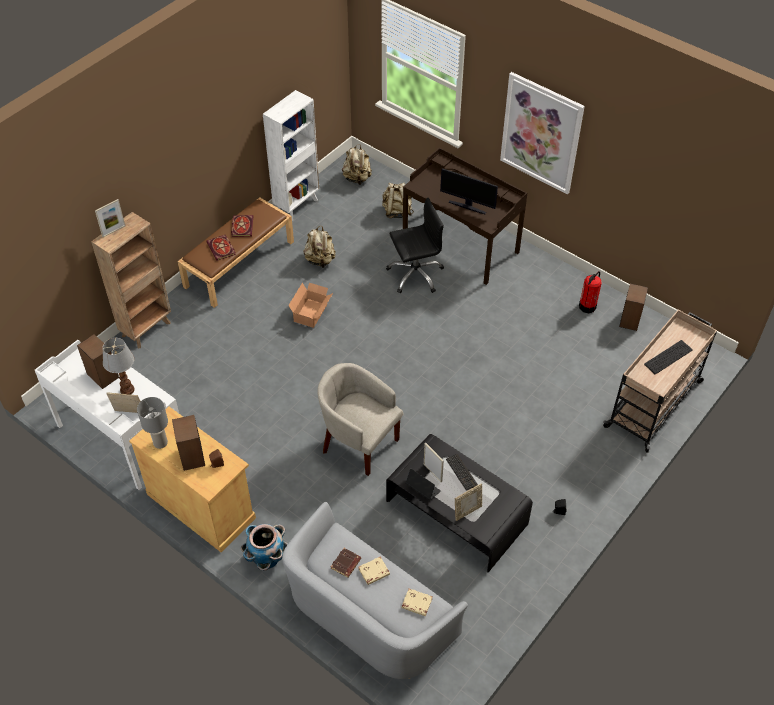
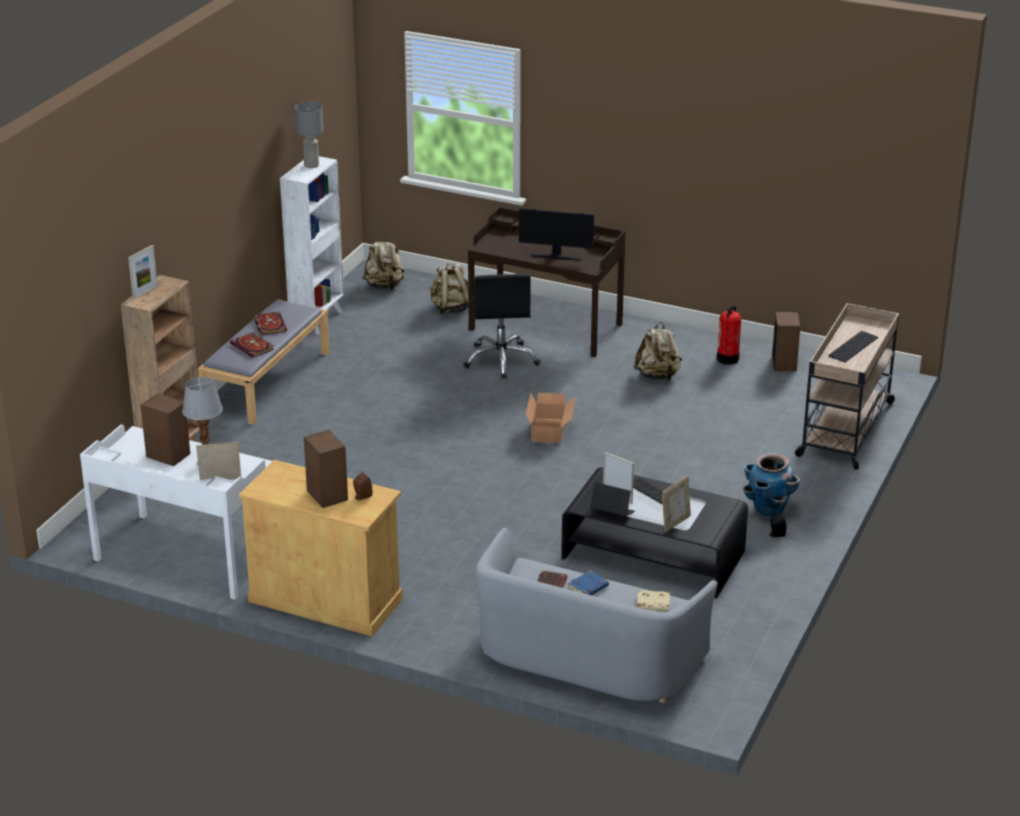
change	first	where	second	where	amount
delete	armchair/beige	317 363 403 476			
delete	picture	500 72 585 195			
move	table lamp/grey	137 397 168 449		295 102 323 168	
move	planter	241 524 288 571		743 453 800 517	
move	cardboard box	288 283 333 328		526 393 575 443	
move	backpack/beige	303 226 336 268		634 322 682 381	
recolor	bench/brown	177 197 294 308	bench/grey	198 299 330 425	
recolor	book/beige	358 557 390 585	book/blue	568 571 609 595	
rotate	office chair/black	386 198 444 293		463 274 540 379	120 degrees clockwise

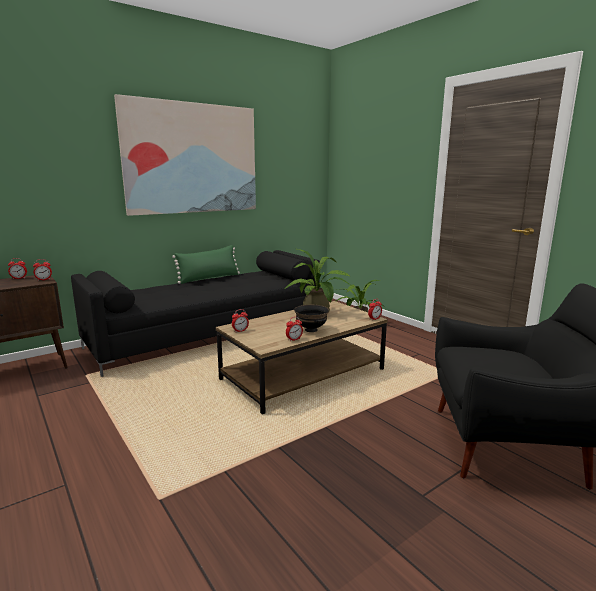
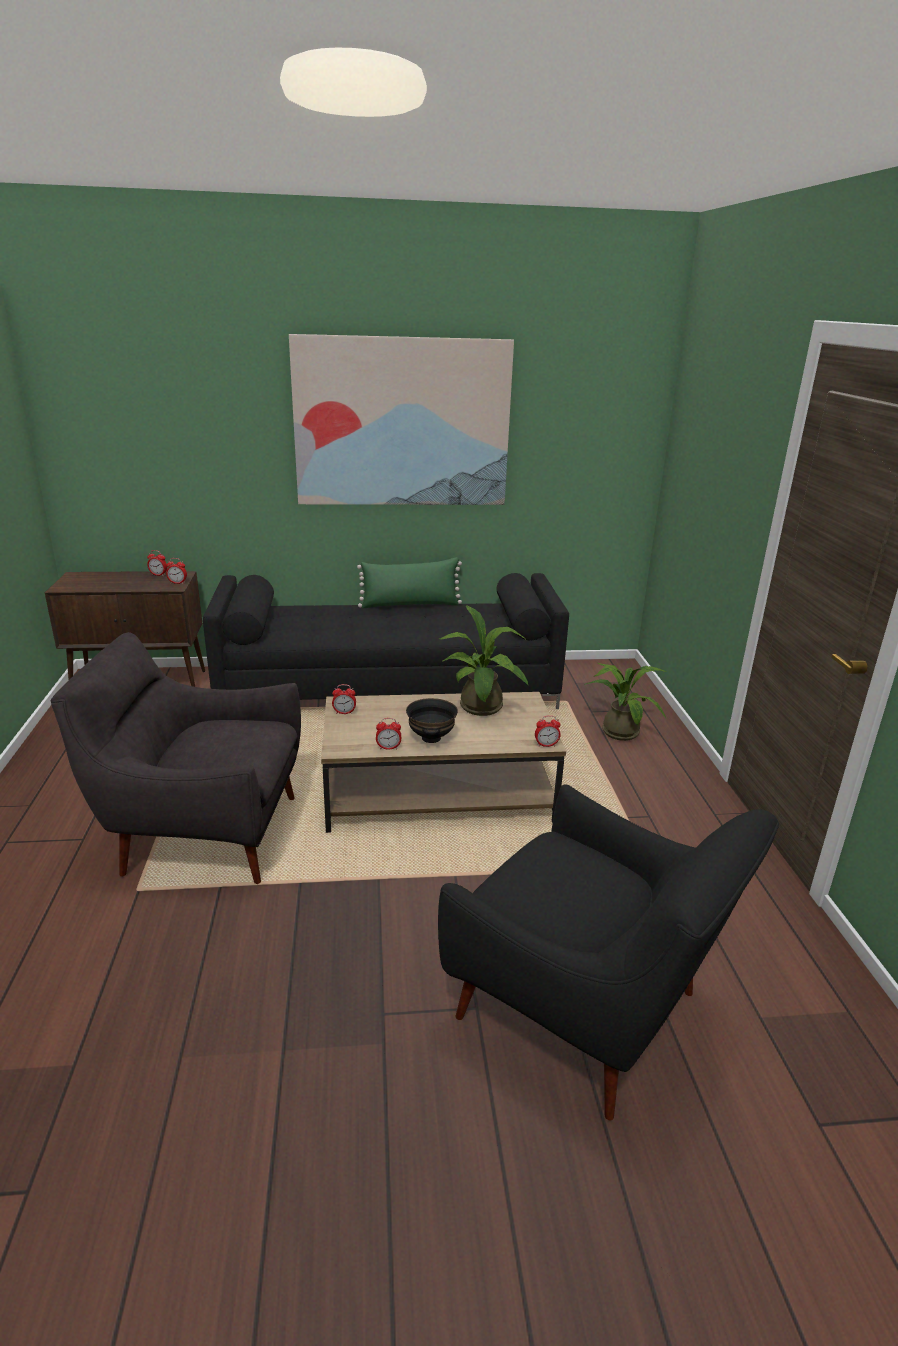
change	first	where	second	where	amount
insert			armchair/grey	50 632 301 884	

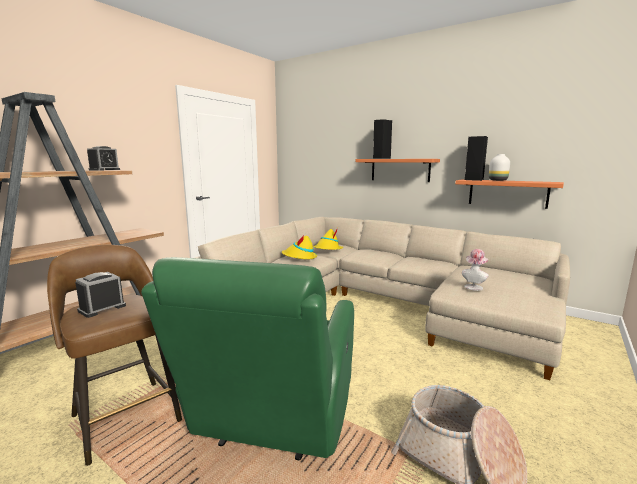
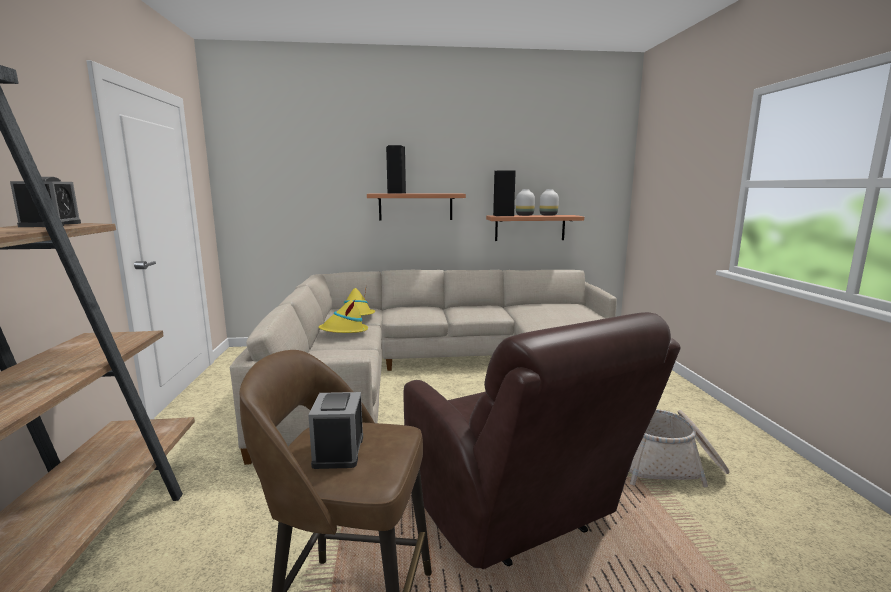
change	first	where	second	where	amount
delete	hat	462 249 489 291			
insert			vase/white	540 189 559 216	
recolor	armchair/green	141 257 354 460	armchair/brown	403 312 681 569	

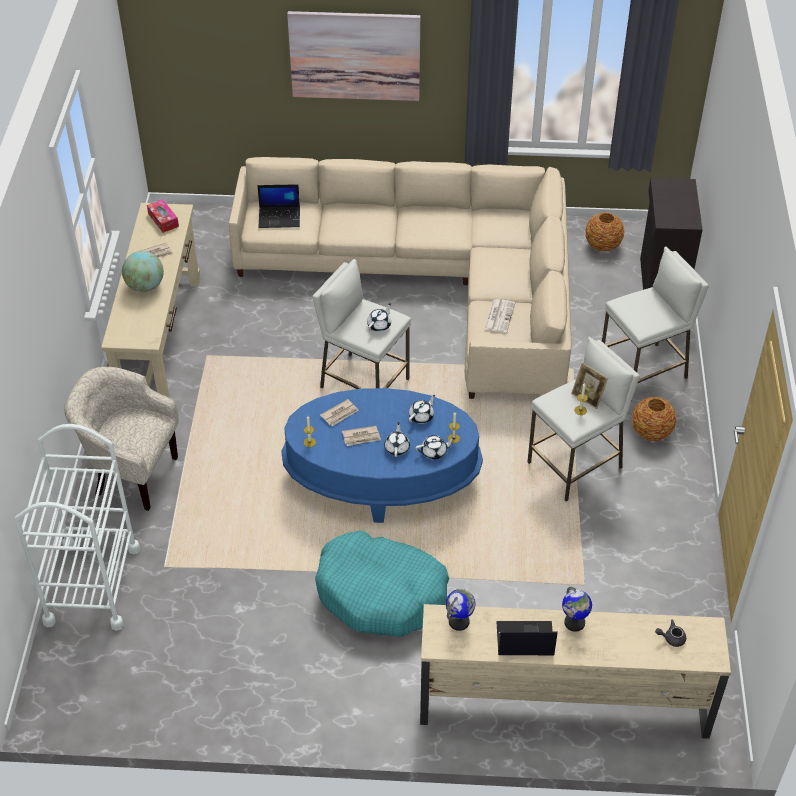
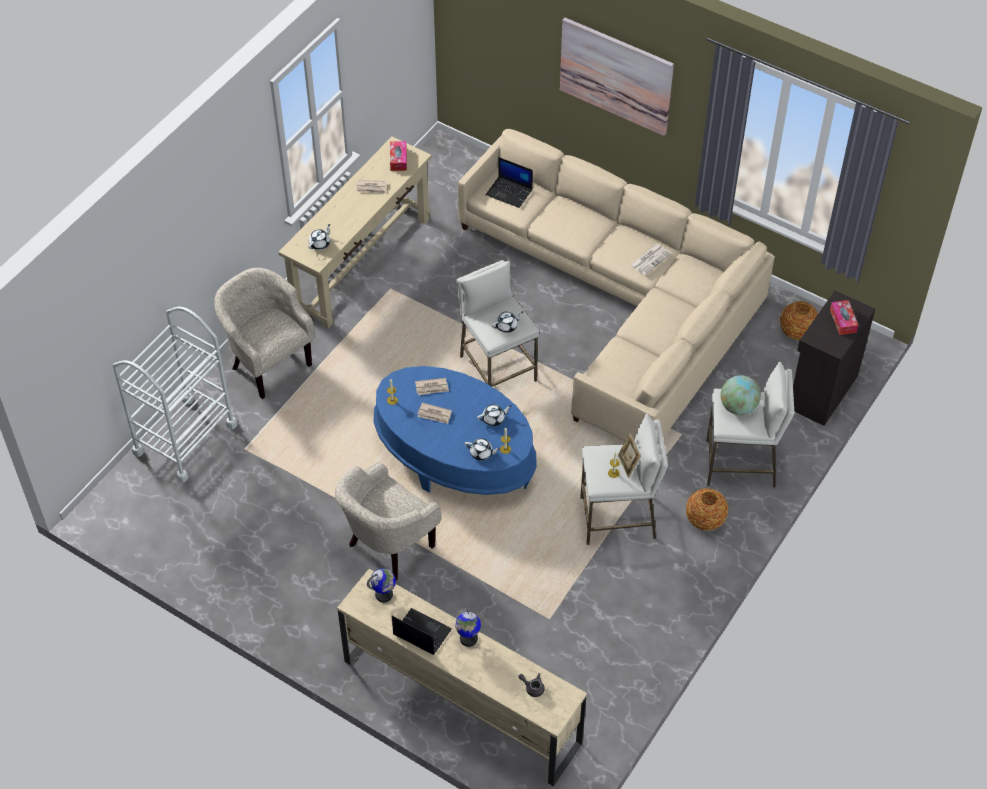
change	first	where	second	where	amount
insert			tissue box	830 300 858 335	
move	globe	122 251 164 292		721 375 761 415	
move	teapot/white	384 422 410 457		309 224 330 250	
move	newspaper	484 299 515 333		630 244 672 275	
replace	dog bed/turquoise	315 531 449 637	armchair/beige	335 462 441 580	

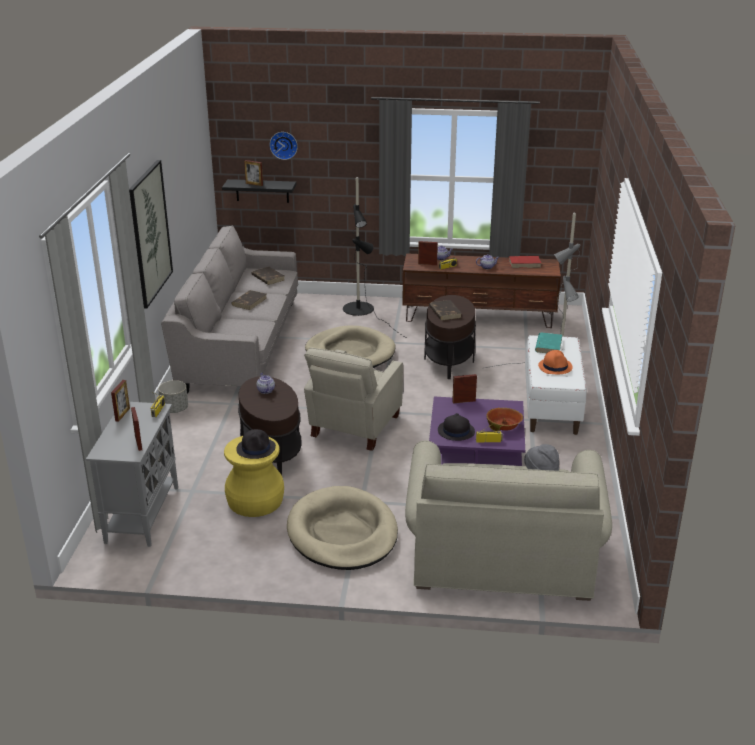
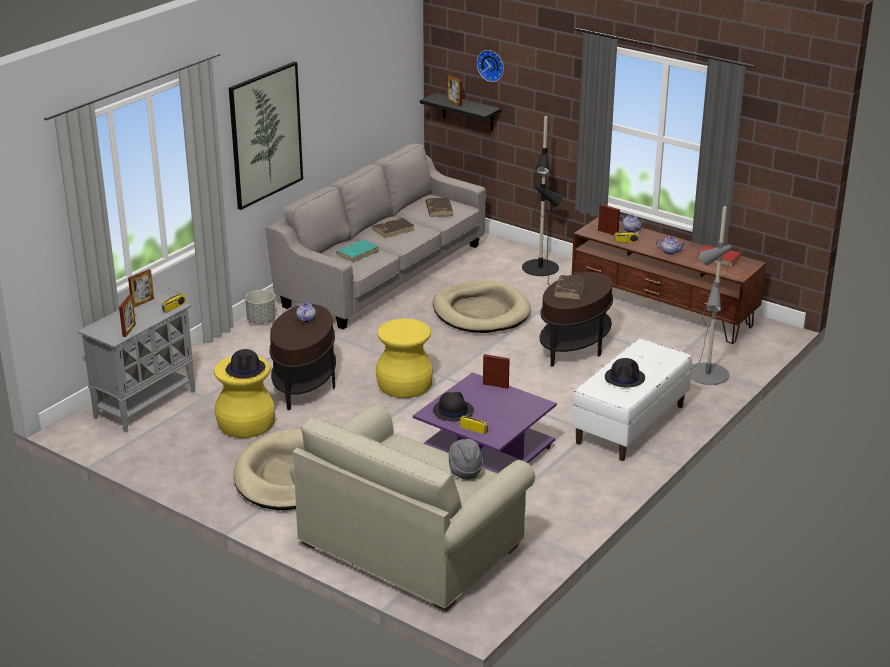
change	first	where	second	where	amount
delete	bowl	487 407 523 431			
move	book/turquoise	535 332 562 353		336 240 379 263	
replace	armchair/beige	304 347 403 451	stool/yellow	376 319 433 398	
recolor	hat/orange	538 350 573 374	hat/black	605 358 645 387	

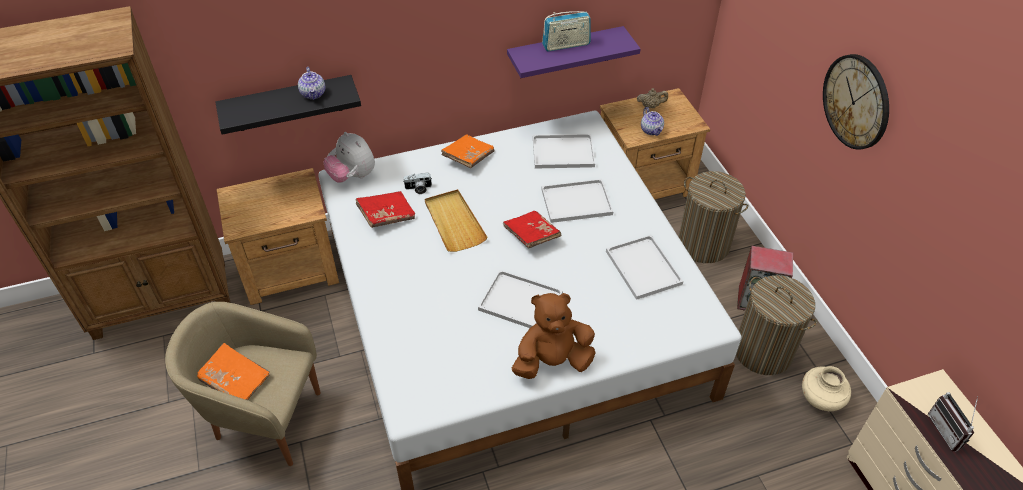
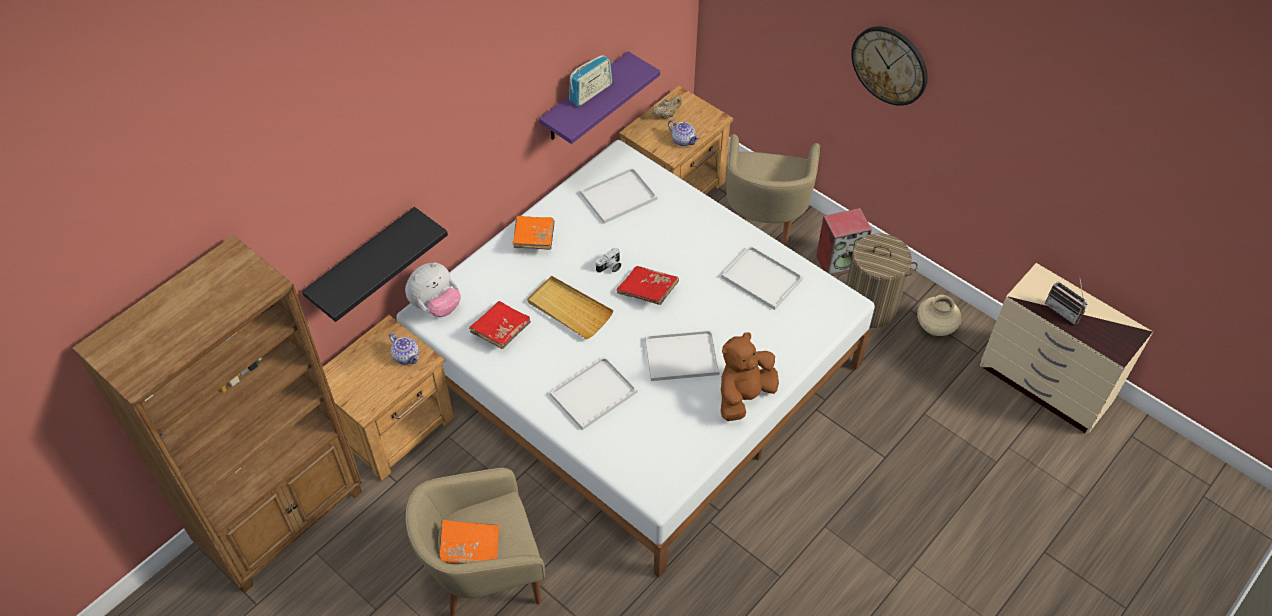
change	first	where	second	where	amount
move	teapot	298 67 325 100		389 333 419 365	
move	photo camera	404 173 432 194		595 248 621 273	
move	tray/white	541 179 613 223		550 356 637 430	
replace	laundry basket	679 171 749 263	armchair/beige	726 134 820 247	
rotate	plush toy	324 132 375 183		405 262 461 317	60 degrees counterclockwise

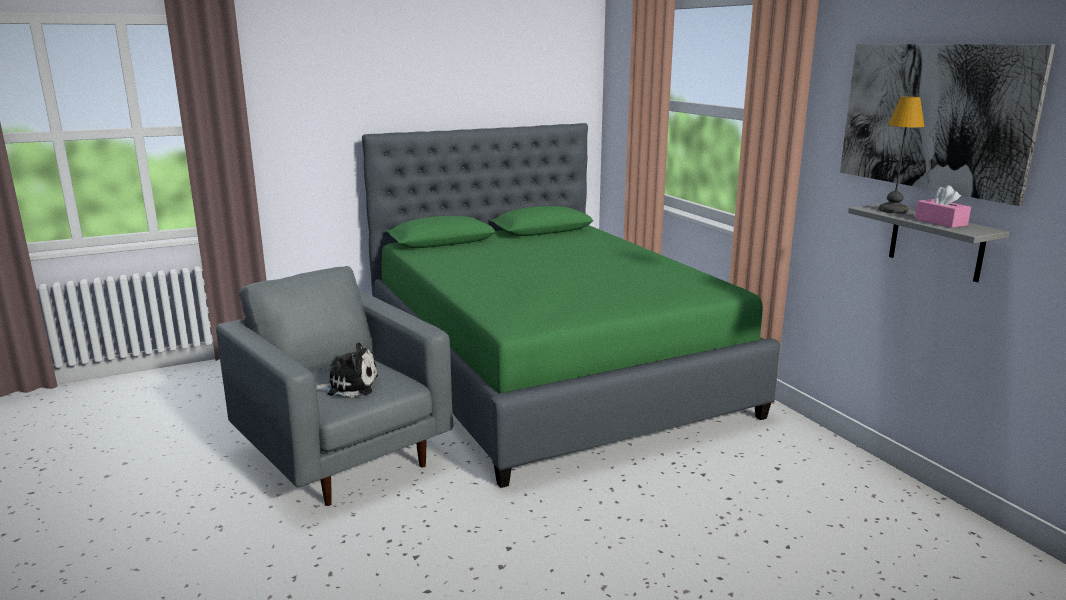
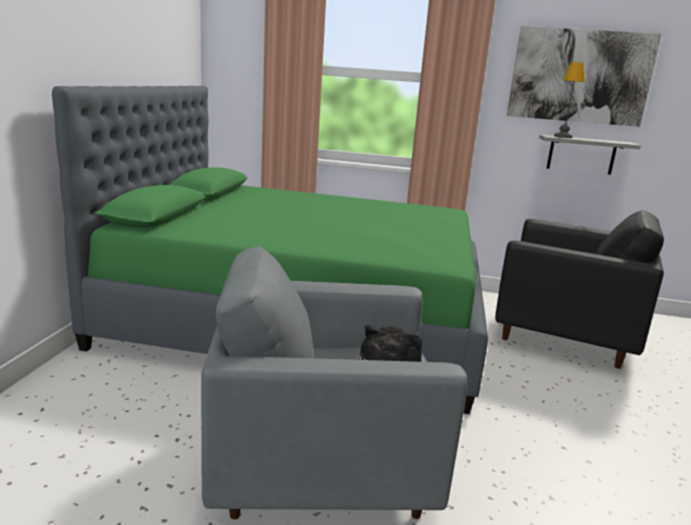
change	first	where	second	where	amount
delete	tissue box/pink	915 185 971 228			
insert			armchair/black	495 210 664 369	

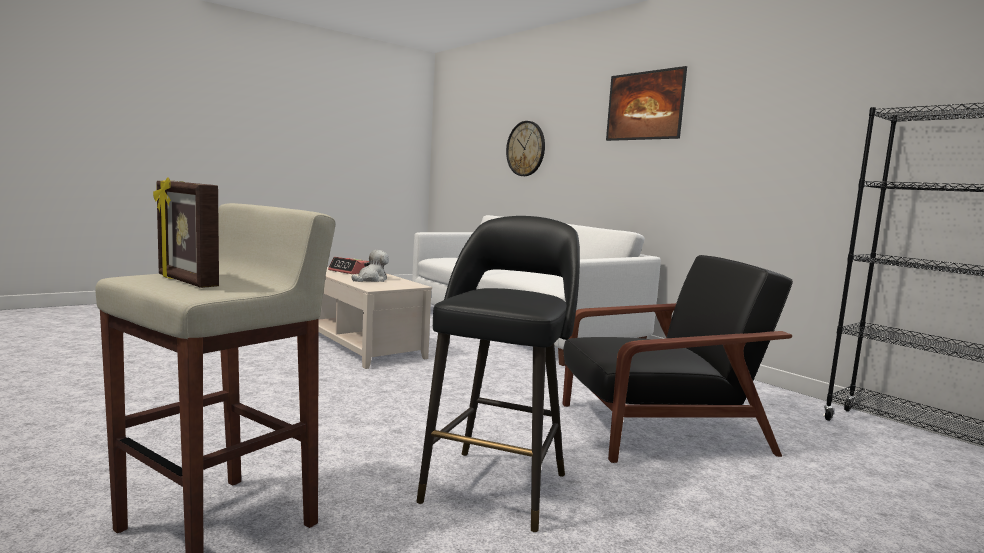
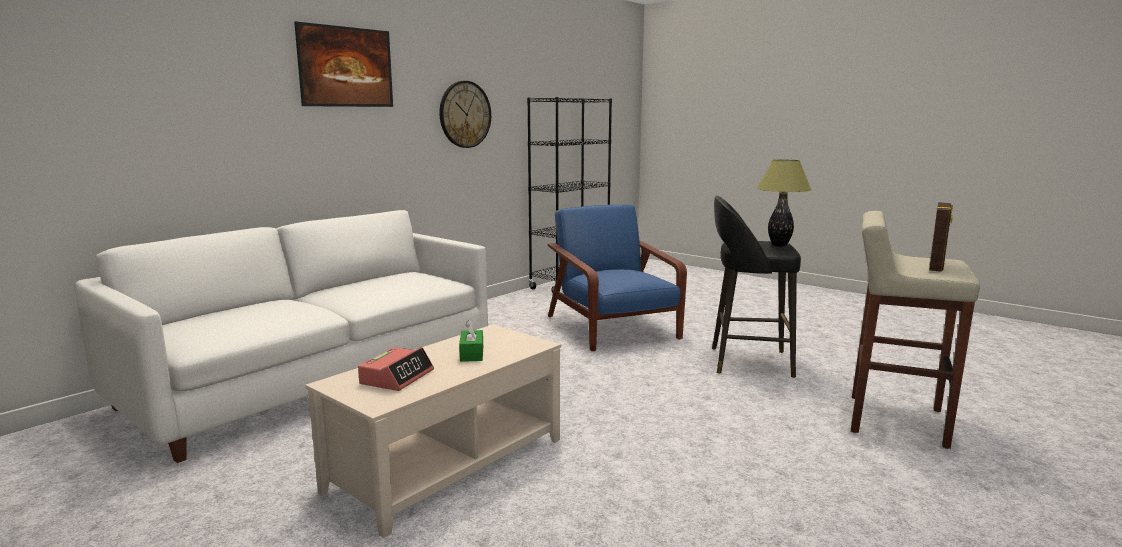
change	first	where	second	where	amount
insert			table lamp	757 159 811 247	
move	wall clock	506 121 545 176		439 81 491 148	
replace	plush toy	351 250 389 282	tissue box/green	459 320 483 362	
recolor	armchair/black	562 255 793 463	armchair/blue	547 205 687 351	

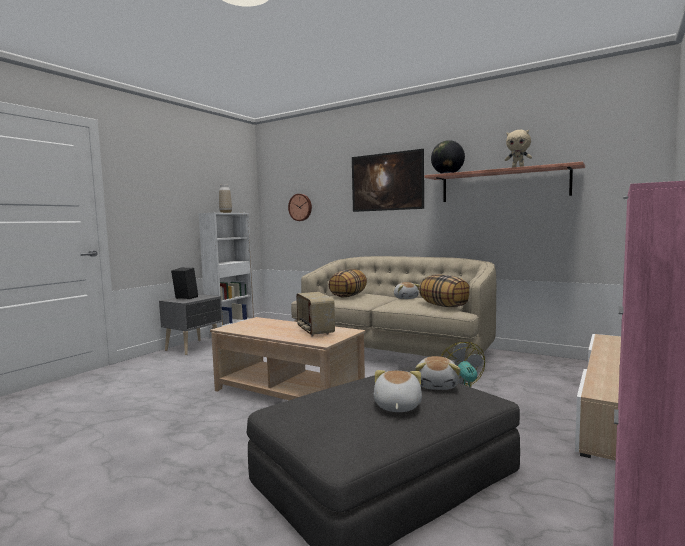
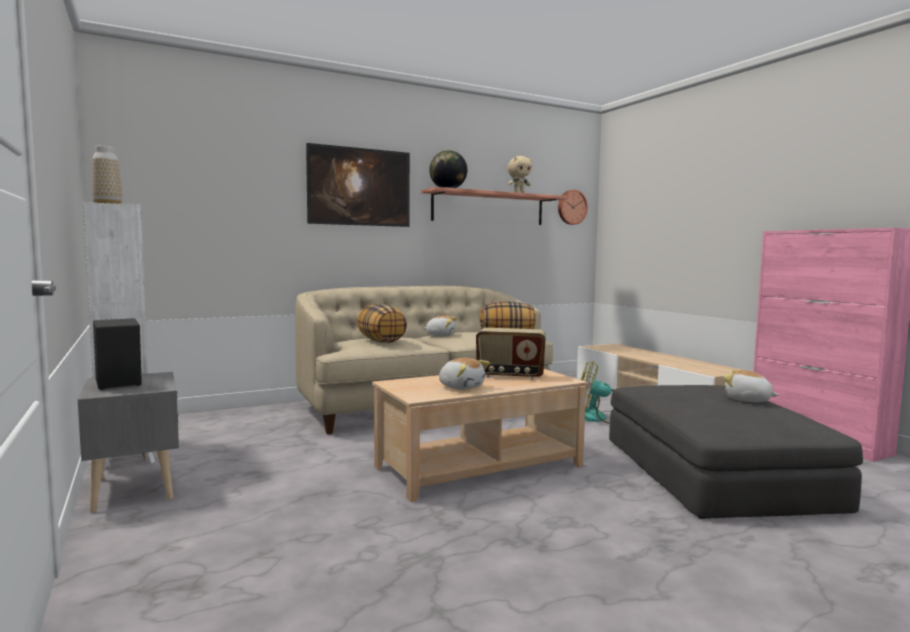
change	first	where	second	where	amount
move	wall clock	288 194 312 221		558 190 588 225	
move	plush toy	415 356 460 390		439 358 490 390	

